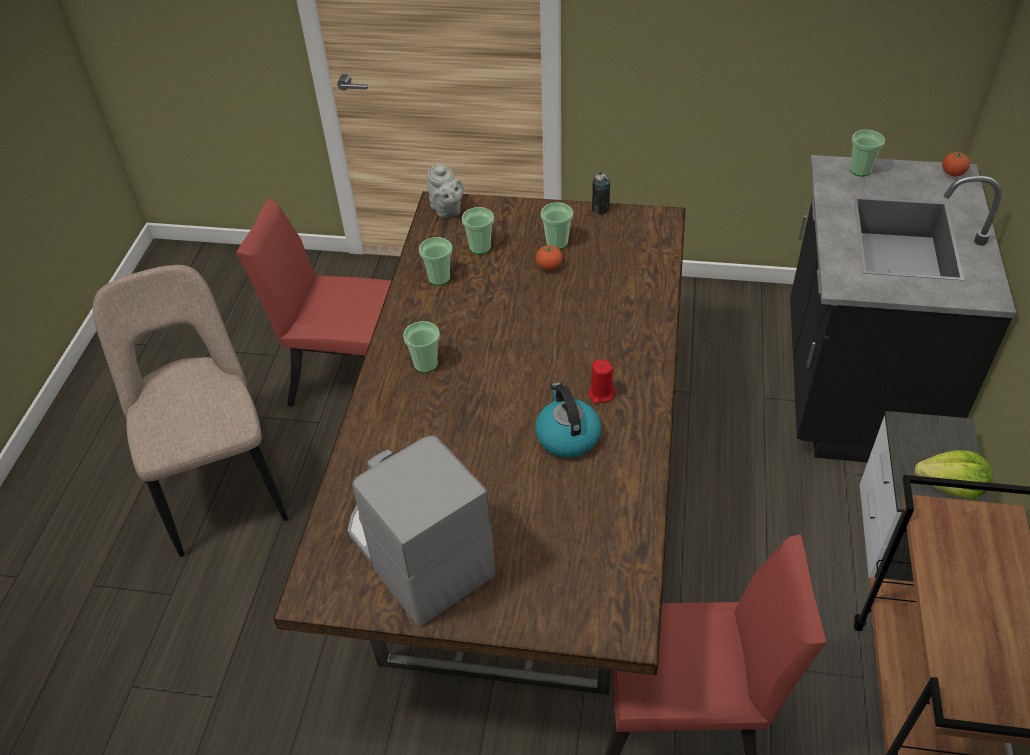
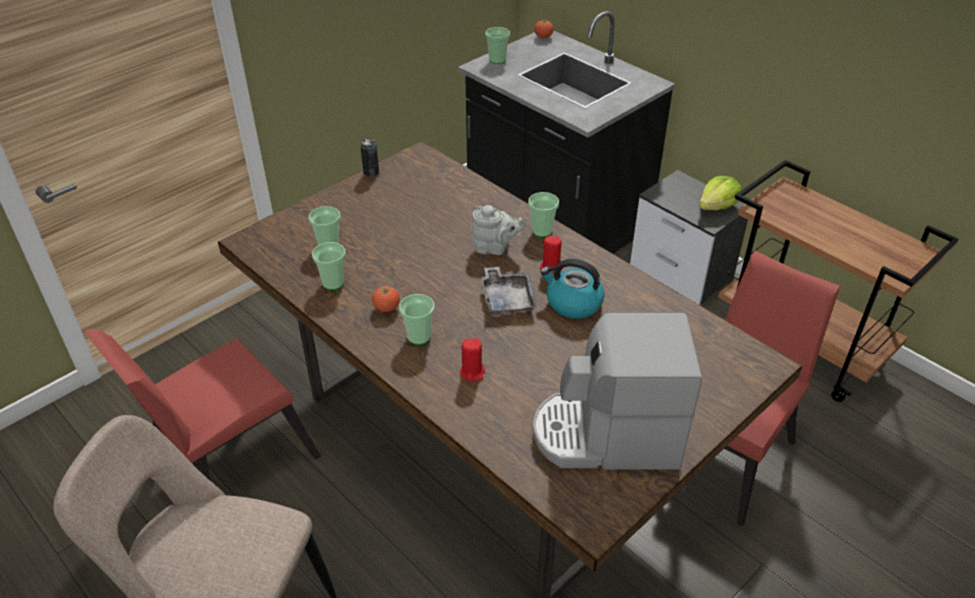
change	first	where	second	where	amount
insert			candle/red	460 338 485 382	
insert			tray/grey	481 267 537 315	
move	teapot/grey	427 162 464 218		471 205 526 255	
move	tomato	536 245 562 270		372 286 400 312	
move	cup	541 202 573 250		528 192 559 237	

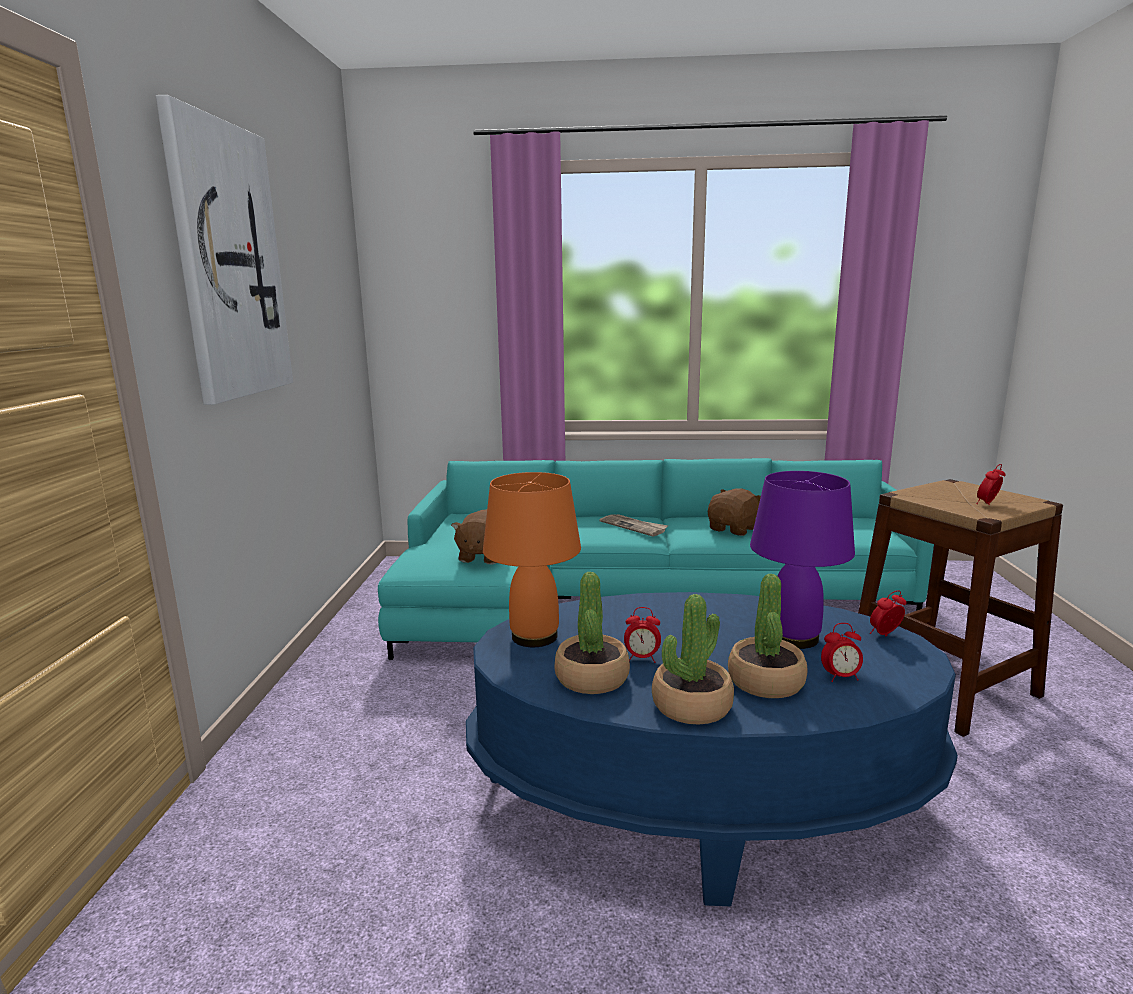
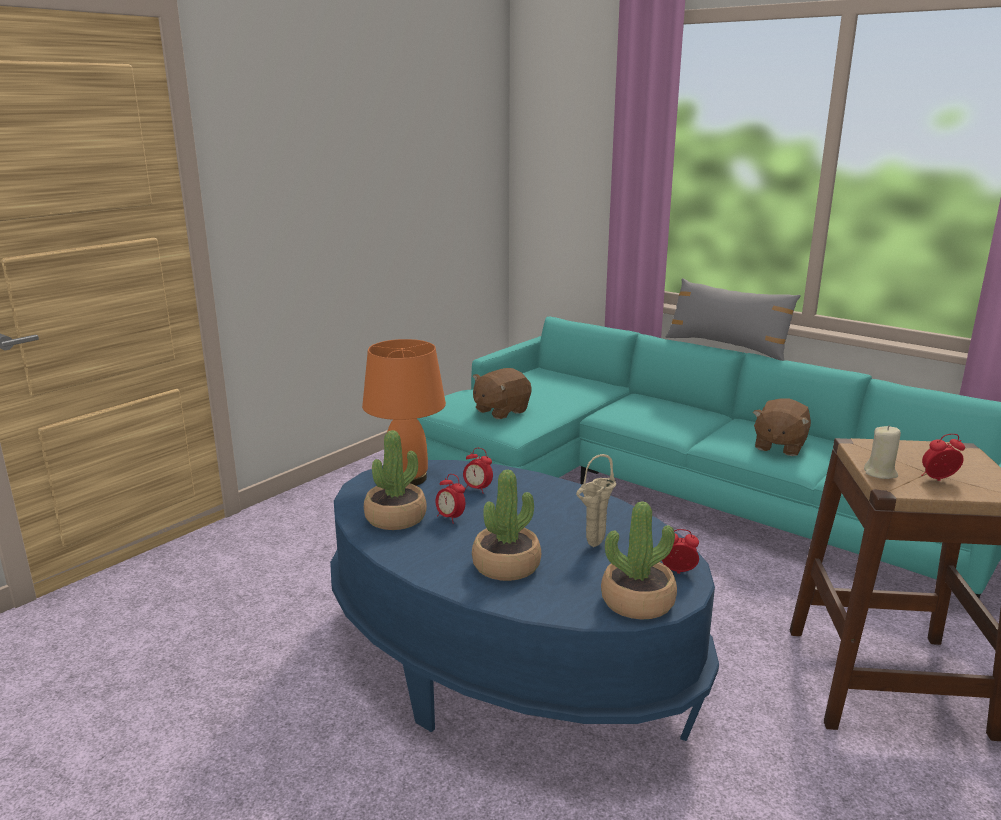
change	first	where	second	where	amount
delete	picture	156 95 293 405			
delete	newspaper	600 514 668 537			
insert			pillow/grey	666 278 801 361	
insert			candle/beige	864 425 901 479	
move	potted plant	652 594 734 725		601 501 677 620	
move	alarm clock	821 623 863 682		463 448 493 494	
replace	table lamp/purple	750 471 855 649	vase/beige	576 454 616 547	
rotate	plush toy/brown	708 488 761 536		753 398 811 456	135 degrees clockwise

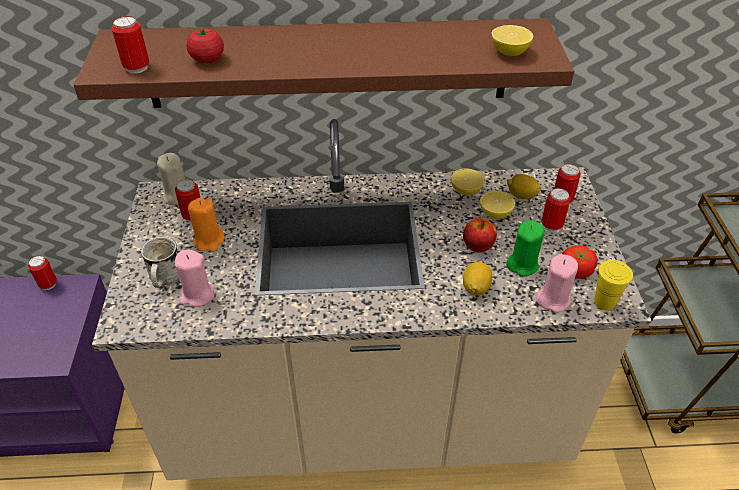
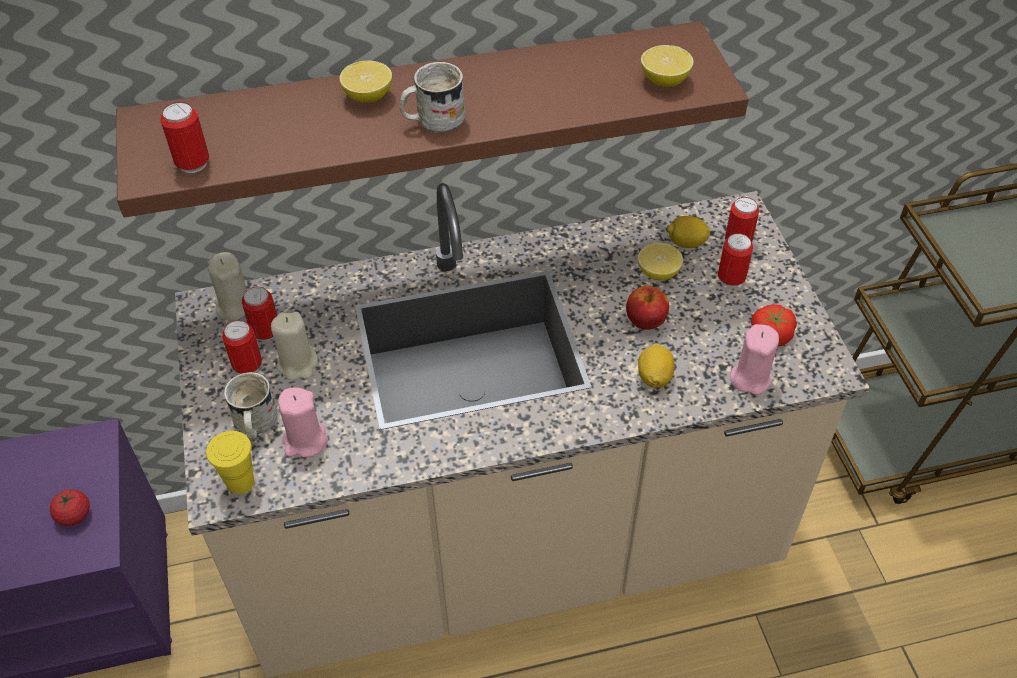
change	first	where	second	where	amount
delete	candle/green	506 220 545 276			
insert			mug/white	399 62 465 134	
move	can	28 256 57 290		222 320 262 374	
move	tomato	187 27 224 63		50 489 90 526	
move	lemon	451 169 485 195		339 60 392 103	
move	cup/yellow	594 260 633 311		206 431 254 494	
recolor	candle/orange	188 198 224 252	candle/beige	271 312 318 380	

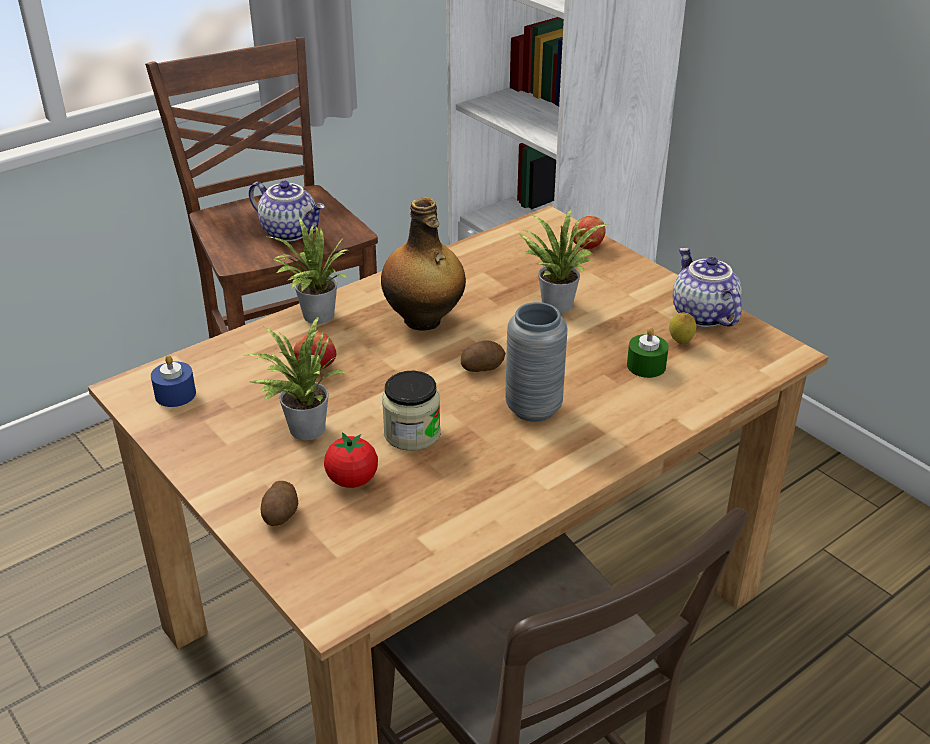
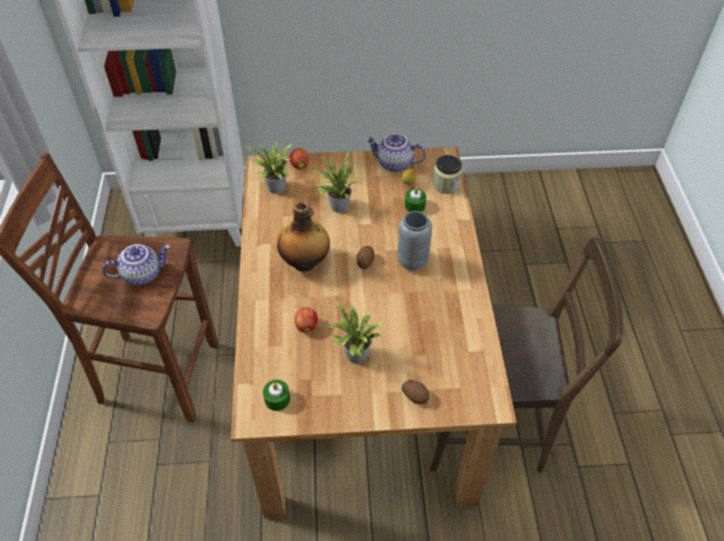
change	first	where	second	where	amount
delete	tomato	324 432 378 488			
move	potted plant	270 218 350 324		247 140 292 194	
move	jar	382 371 441 451		433 155 463 194	
recolor	candle/blue	151 355 196 407	candle/green	263 380 290 411	

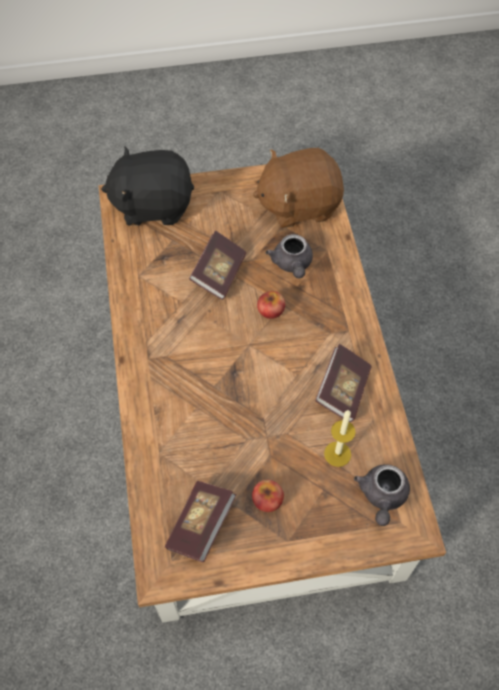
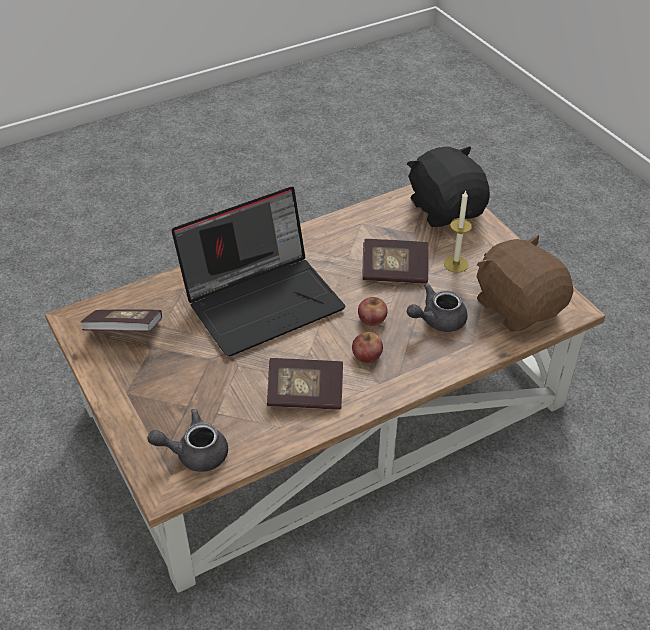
change	first	where	second	where	amount
insert			laptop	171 187 345 357	
move	apple	252 480 284 512		352 332 383 363	
move	candle	324 410 356 467		444 191 472 273	

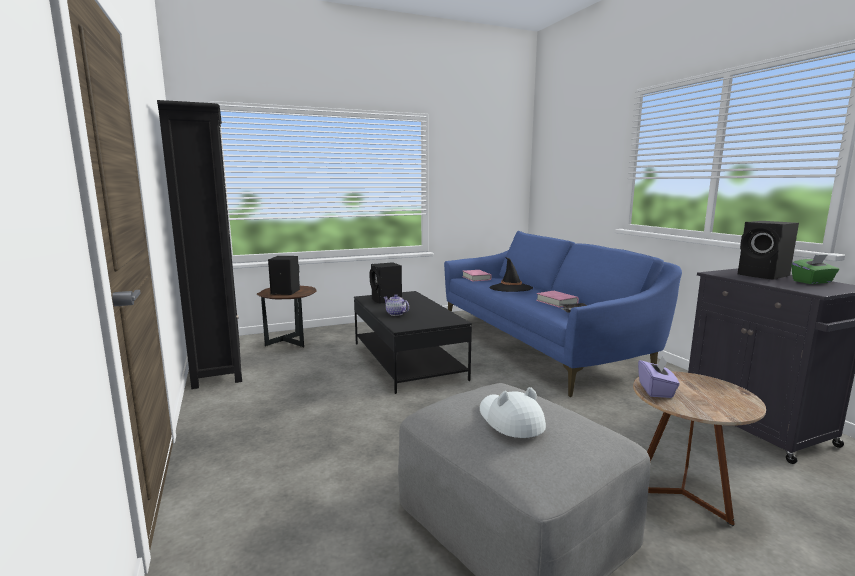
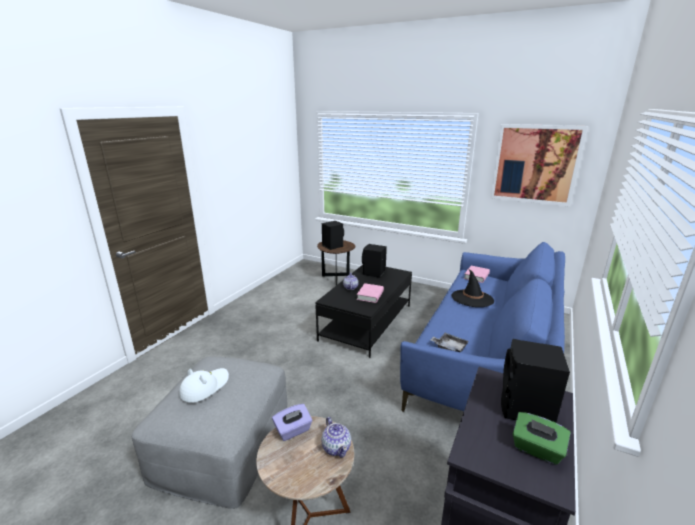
change	first	where	second	where	amount
delete	bookcase/black	157 100 242 389			
insert			teapot	321 417 351 457	
insert			picture	490 124 588 207	
move	book/pink	536 291 579 308		357 283 384 303	

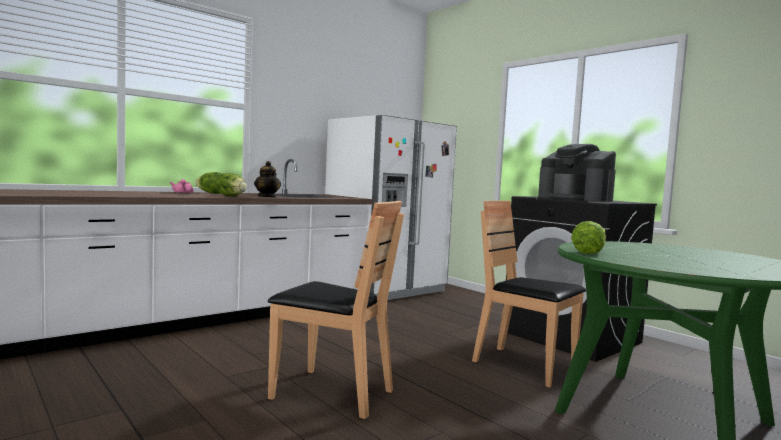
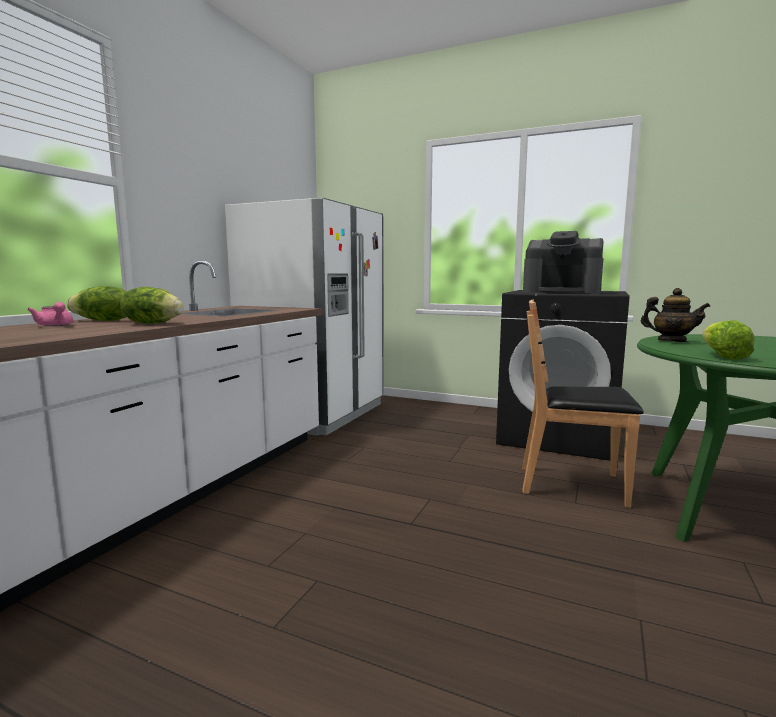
change	first	where	second	where	amount
delete	chair/brown	268 201 404 419			
move	teapot	254 161 281 198		641 288 710 342	

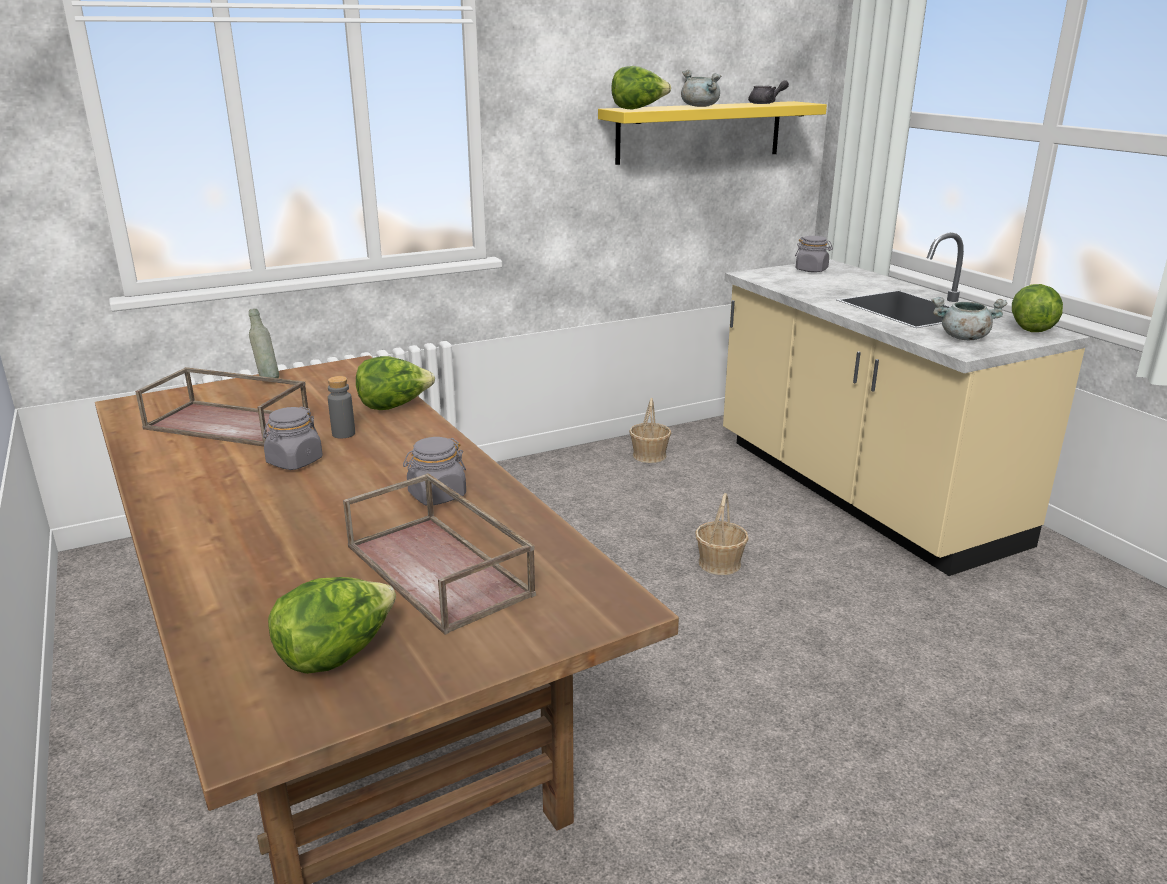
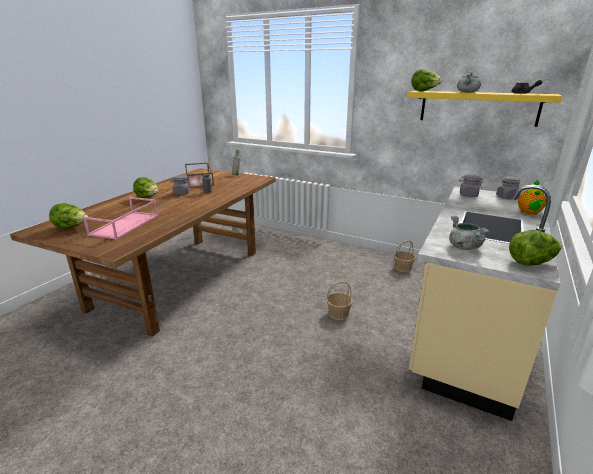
change	first	where	second	where	amount
insert			teapot	518 180 546 215	
move	lettuce	356 356 435 410		133 177 158 198	
move	jar/grey	403 437 466 505		459 174 483 197	
recolor	tray/brown	343 473 536 635	tray/pink	83 197 159 240	

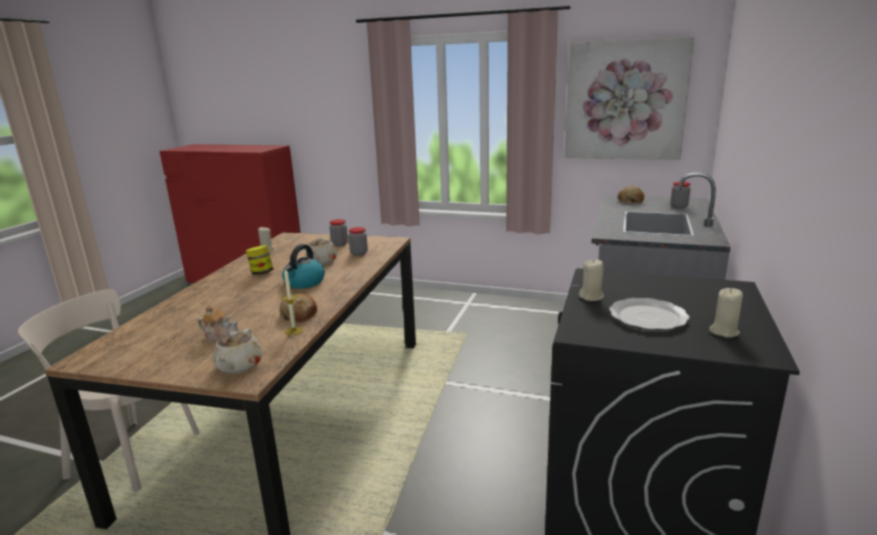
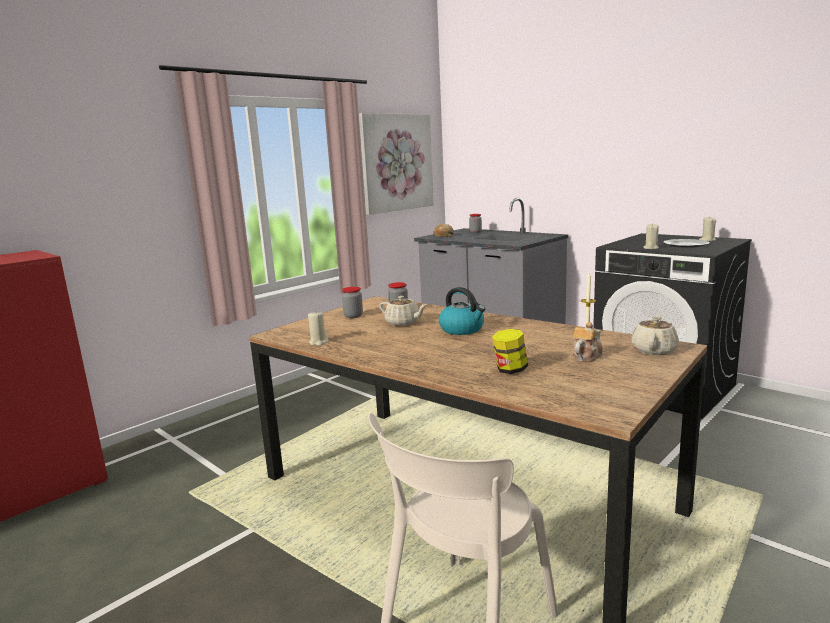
change	first	where	second	where	amount
delete	bread	280 294 317 323			
move	jar	246 245 273 275		492 329 528 374	
rotate	teapot/beige	213 328 263 374		631 315 679 355	90 degrees counterclockwise

